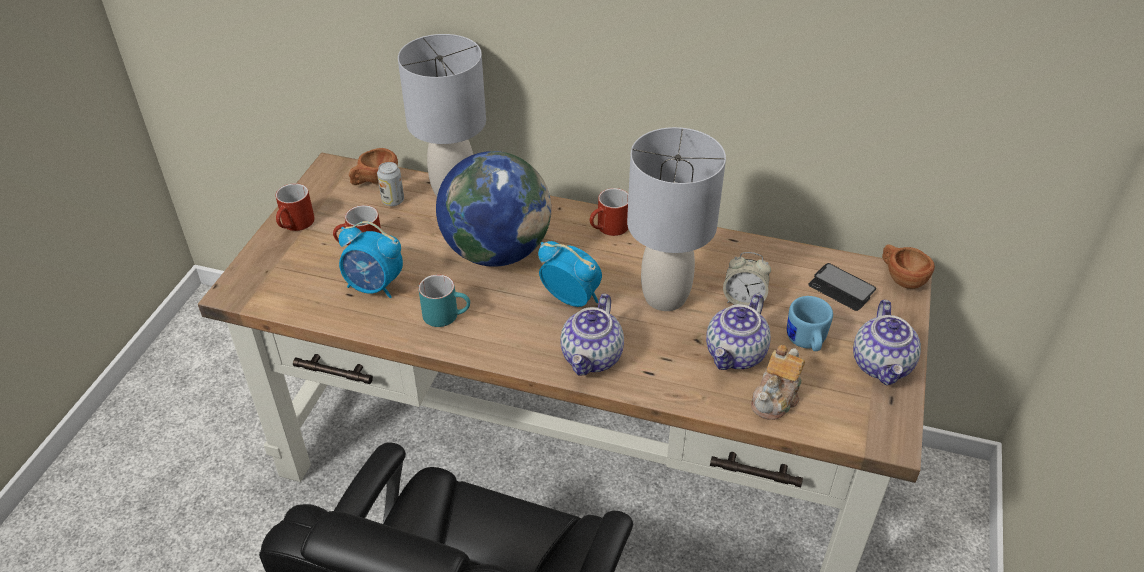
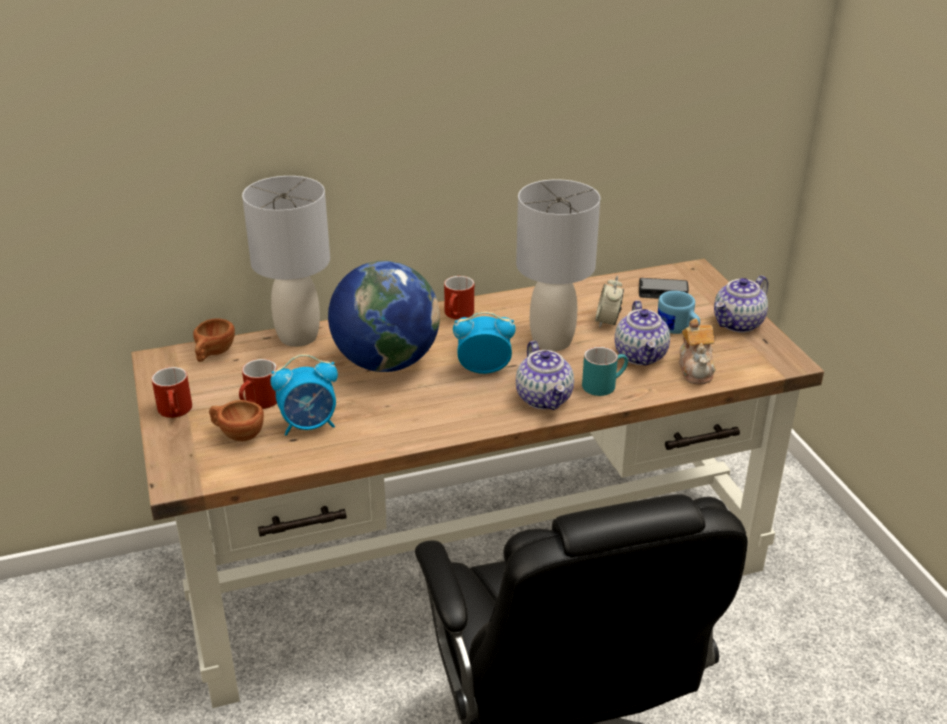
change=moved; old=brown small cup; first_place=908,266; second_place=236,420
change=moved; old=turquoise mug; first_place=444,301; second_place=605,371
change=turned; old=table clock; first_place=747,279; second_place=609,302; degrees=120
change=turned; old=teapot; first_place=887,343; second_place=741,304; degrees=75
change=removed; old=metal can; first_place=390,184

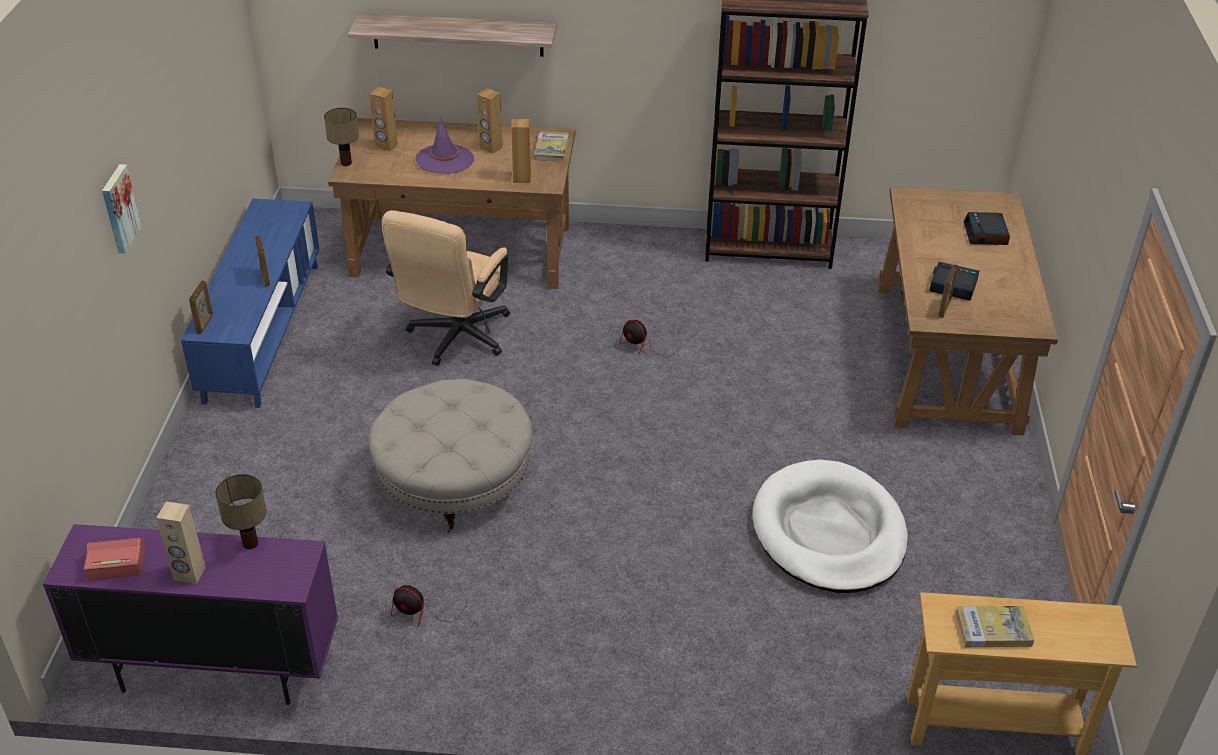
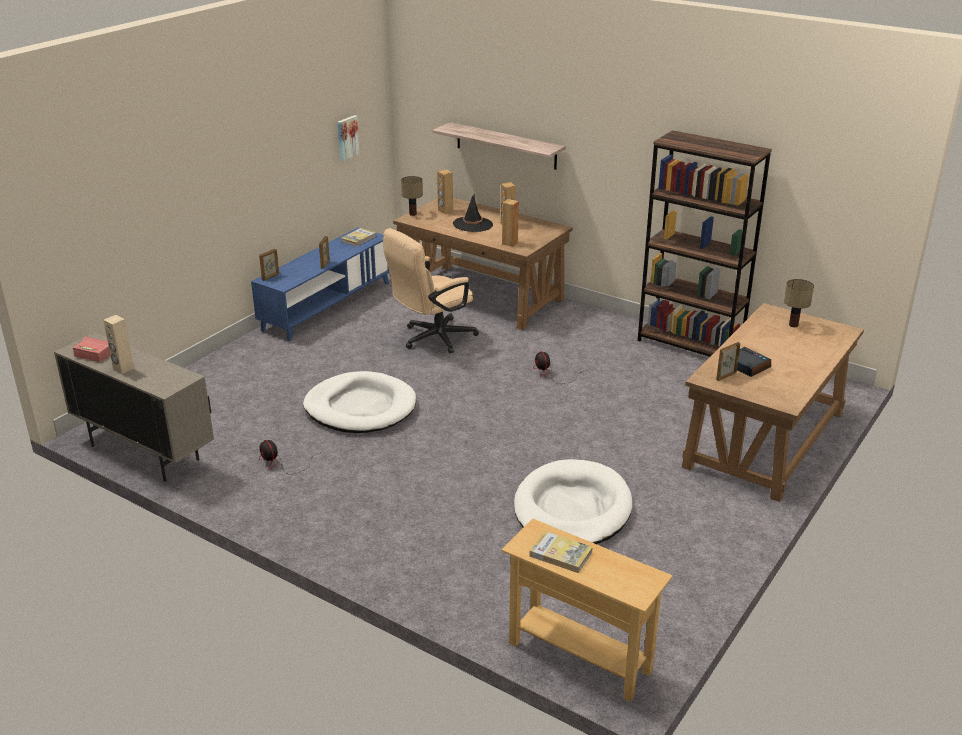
change=recoloured; old=purple storage cabinet; new=beige storage cabinet; first_place=190,614; second_place=134,407
change=replaced; old=beige ottoman; new=white-coloured dog cushion; first_place=450,455; second_place=359,402
change=moved; old=picture; first_place=122,209; second_place=348,138
change=moved; old=volume; first_place=551,146; second_place=358,237
change=recoloured; old=purple hat; new=black hat; first_place=445,145; second_place=473,213
change=moved; old=table lamp; first_place=241,511; second_place=799,303
change=removed; old=table clock; first_place=987,228

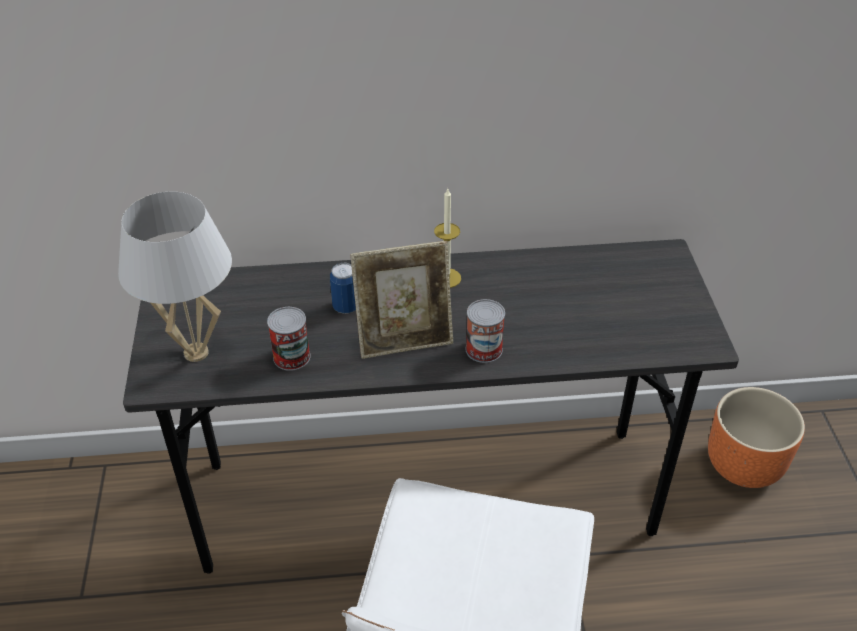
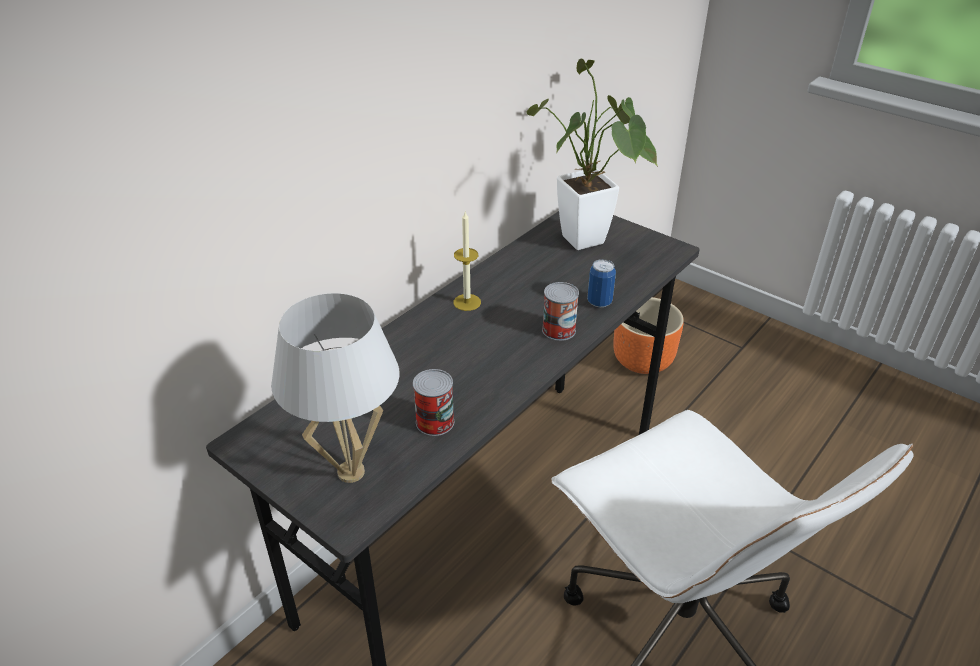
change=added; new=potted plant; second_place=592,154
change=moved; old=metal can; first_place=343,288; second_place=601,283
change=removed; old=photo frame; first_place=401,300

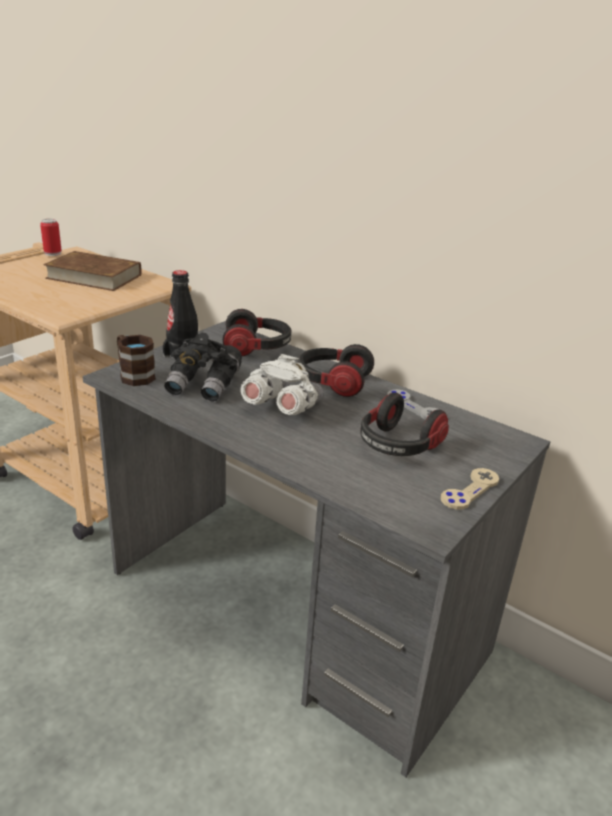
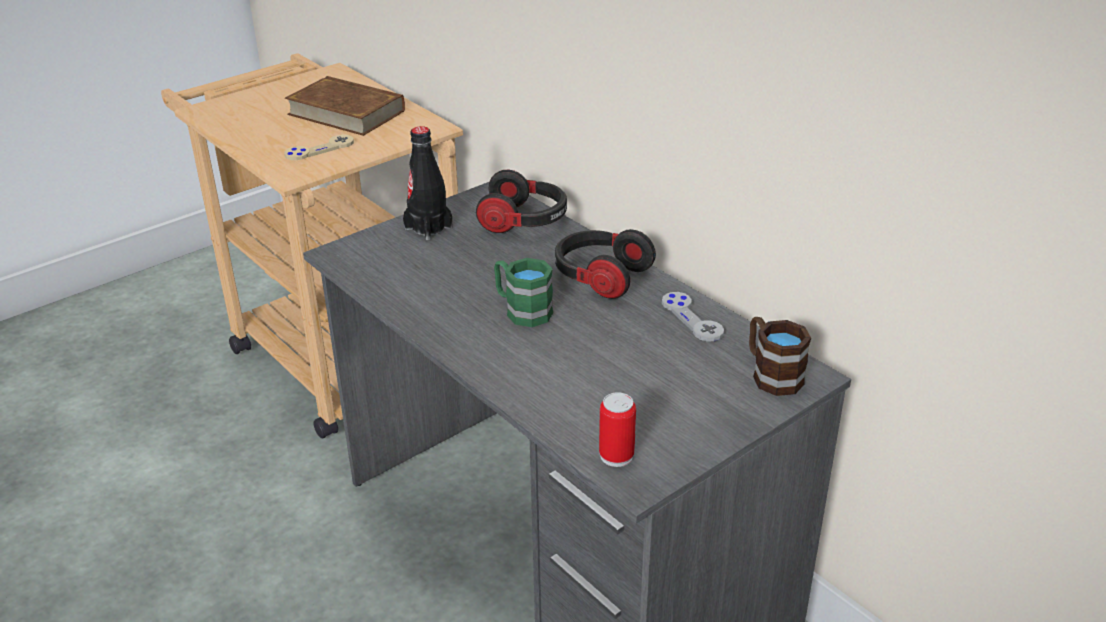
change=moved; old=beige gamepad; first_place=470,489; second_place=319,147
change=replaced; old=white-coloured binoculars; new=green-coloured mug; first_place=282,384; second_place=523,292
change=moved; old=metal can; first_place=51,237; second_place=617,429
change=moved; old=brown mug; first_place=136,360; second_place=780,356
change=removed; old=black binoculars; first_place=203,367
change=removed; old=headset; first_place=404,424

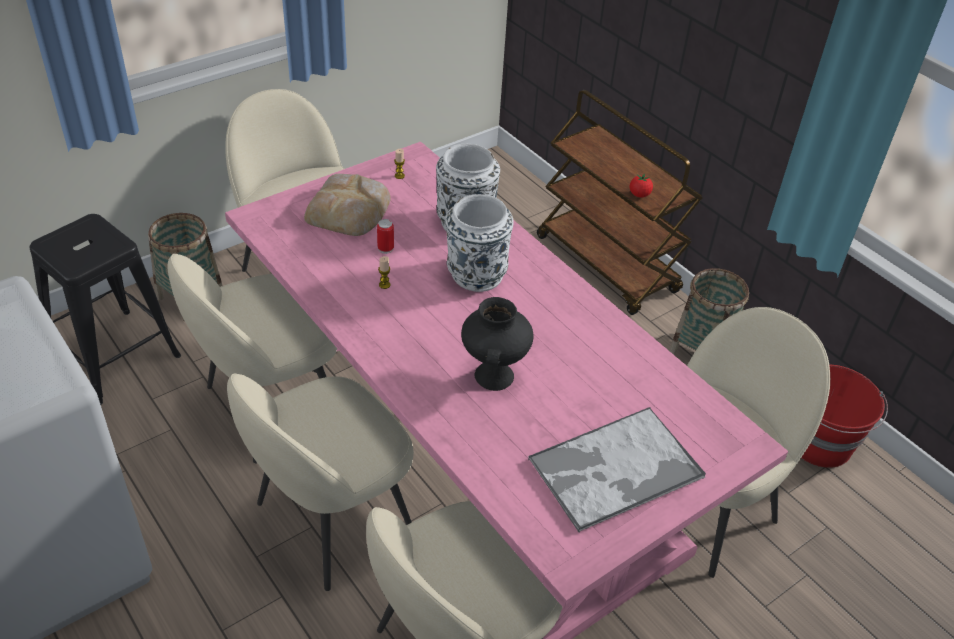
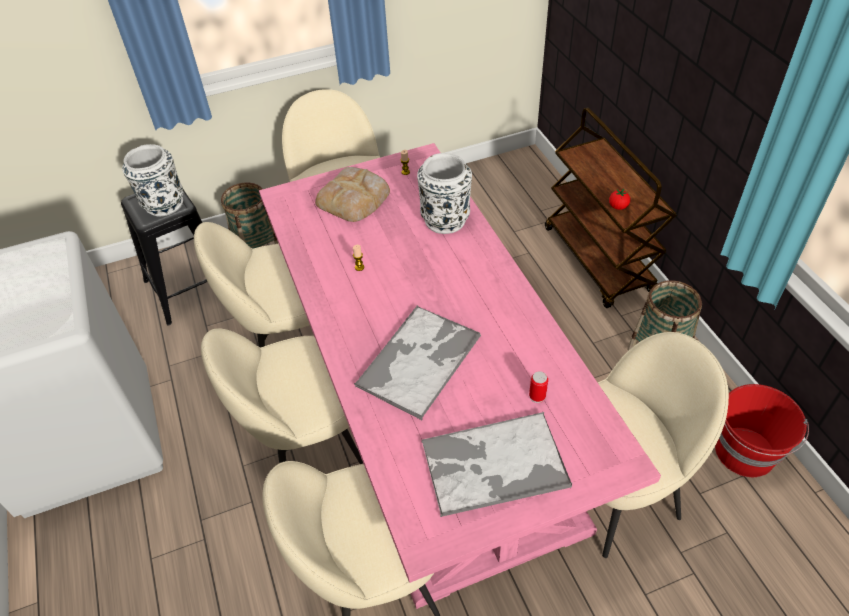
change=moved; old=white-coloured decorative vase; first_place=480,243; second_place=152,180
change=replaced; old=black decorative vase; new=carrying tray; first_place=497,344; second_place=417,362
change=moved; old=metal can; first_place=385,236; second_place=538,387

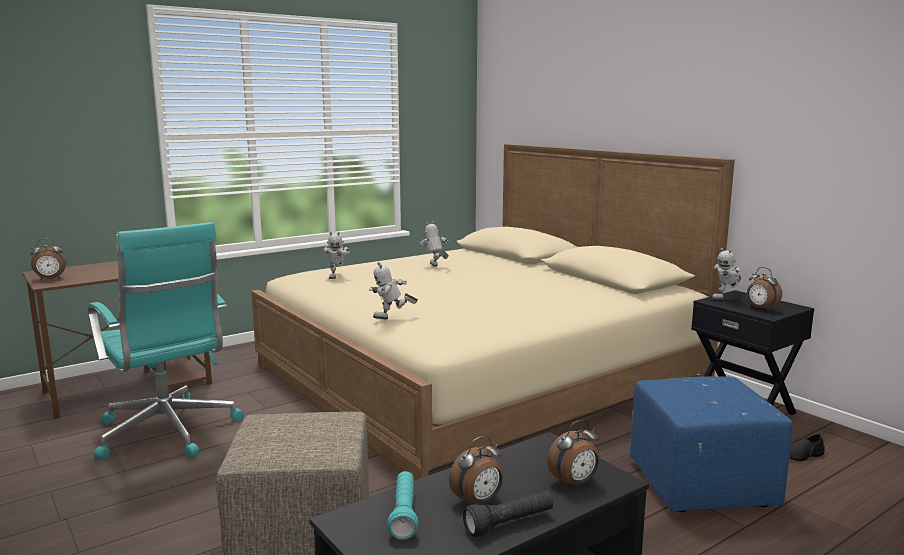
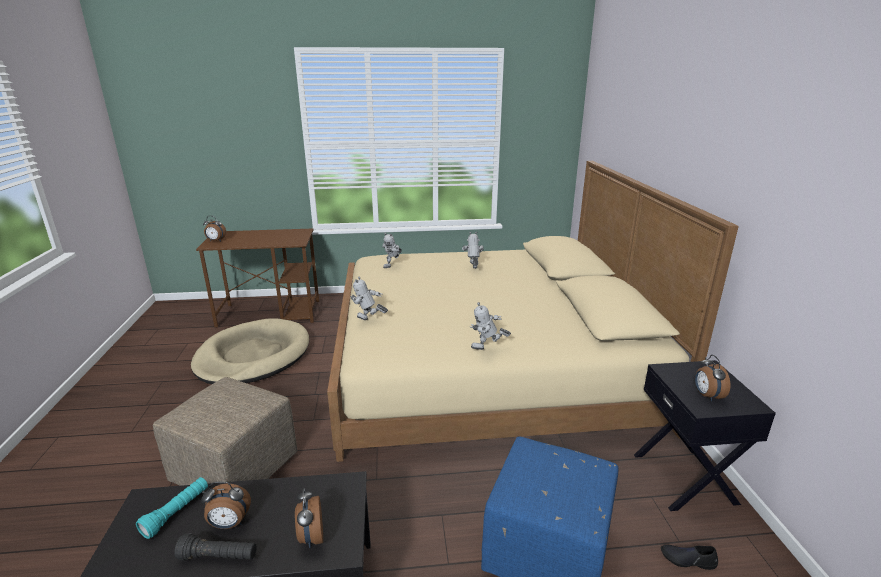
change=replaced; old=turquoise computer chair; new=beige dog cushion; first_place=166,341; second_place=250,351
change=turned; old=table clock; first_place=573,453; second_place=309,518; degrees=75
change=moved; old=toy robot; first_place=726,274; second_place=490,326

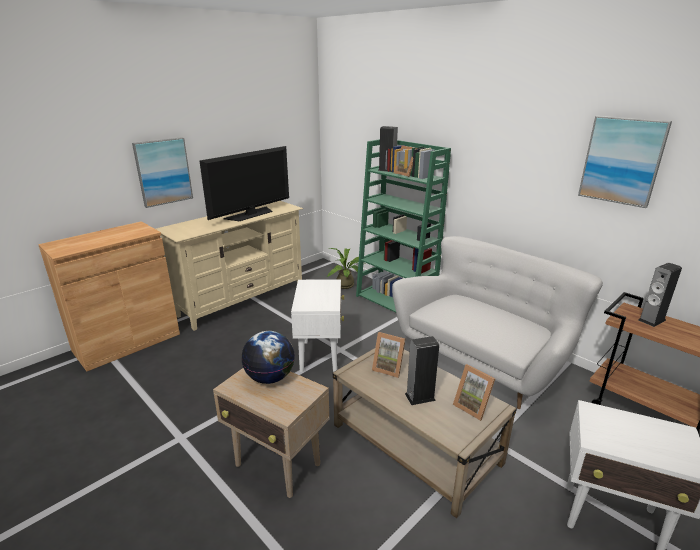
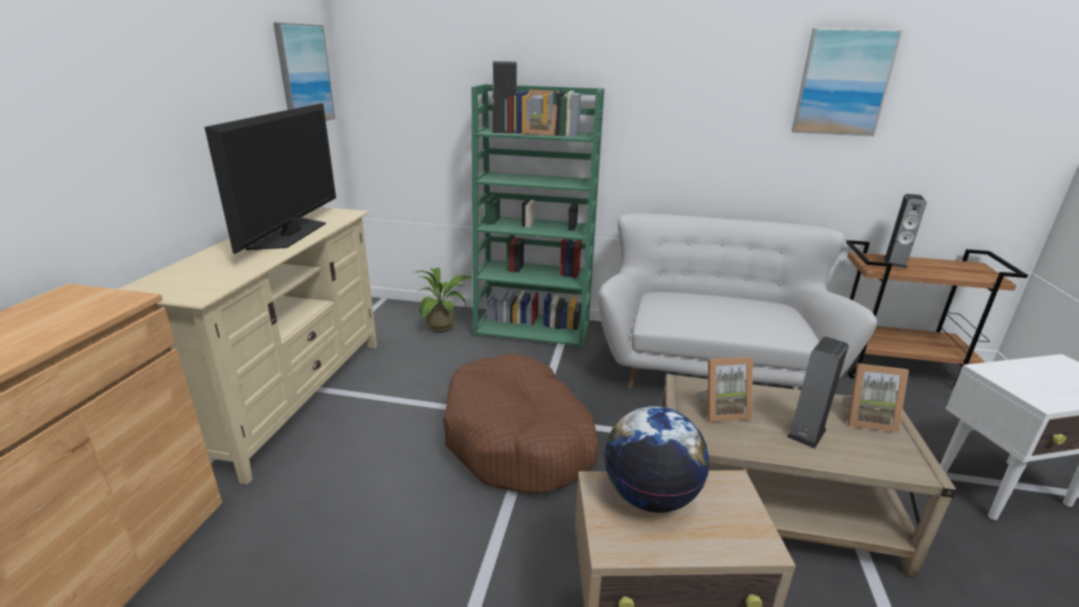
change=moved; old=picture; first_place=162,172; second_place=304,72
change=replaced; old=white-coloured end table; new=brown dog cushion; first_place=317,326; second_place=521,424

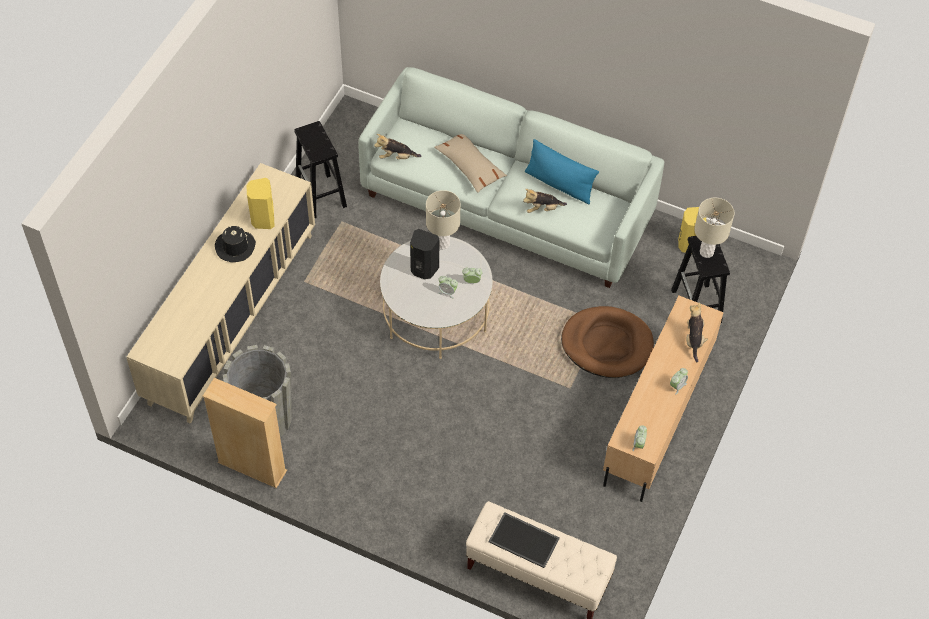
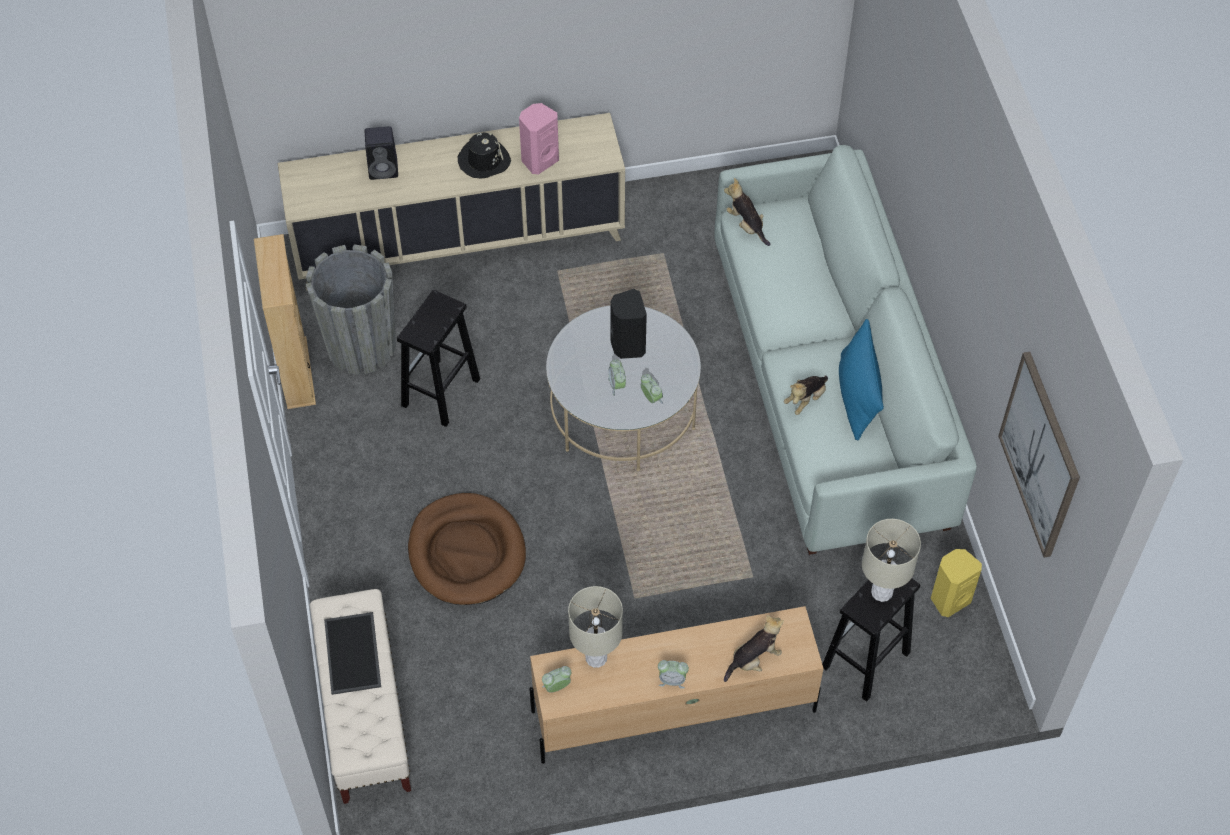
change=added; new=black speaker; second_place=381,153
change=moved; old=black stool; first_place=320,169; second_place=438,358
change=moved; old=brown dog cushion; first_place=607,342; second_place=467,549
change=recoloured; old=yellow speaker; new=pink-coloured speaker; first_place=260,203; second_place=539,138
change=moved; old=beige table lamp; first_place=443,220; second_place=595,627
change=turned; old=soft toy; first_place=545,201; second_place=806,395; degrees=-90
change=added; new=picture; second_place=1039,455
change=removed; old=beige pillow; first_place=470,163

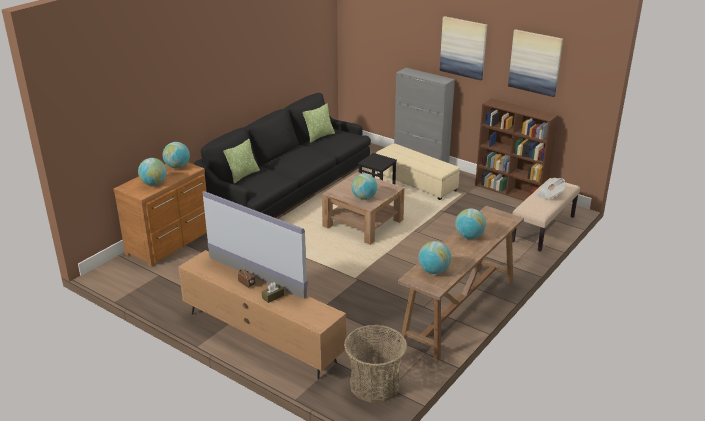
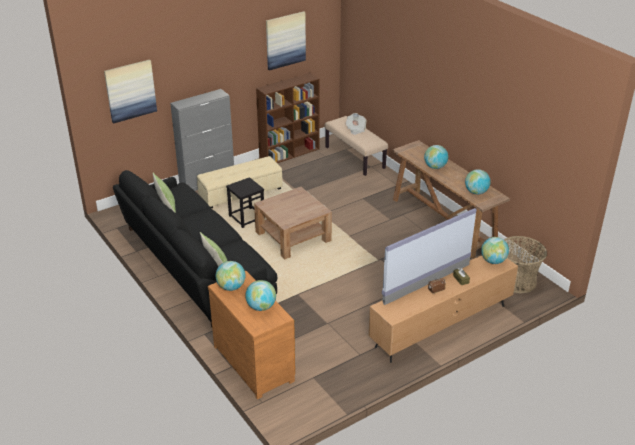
change=moved; old=picture; first_place=463,48; second_place=130,92
change=moved; old=desk globe; first_place=364,187; second_place=495,250

